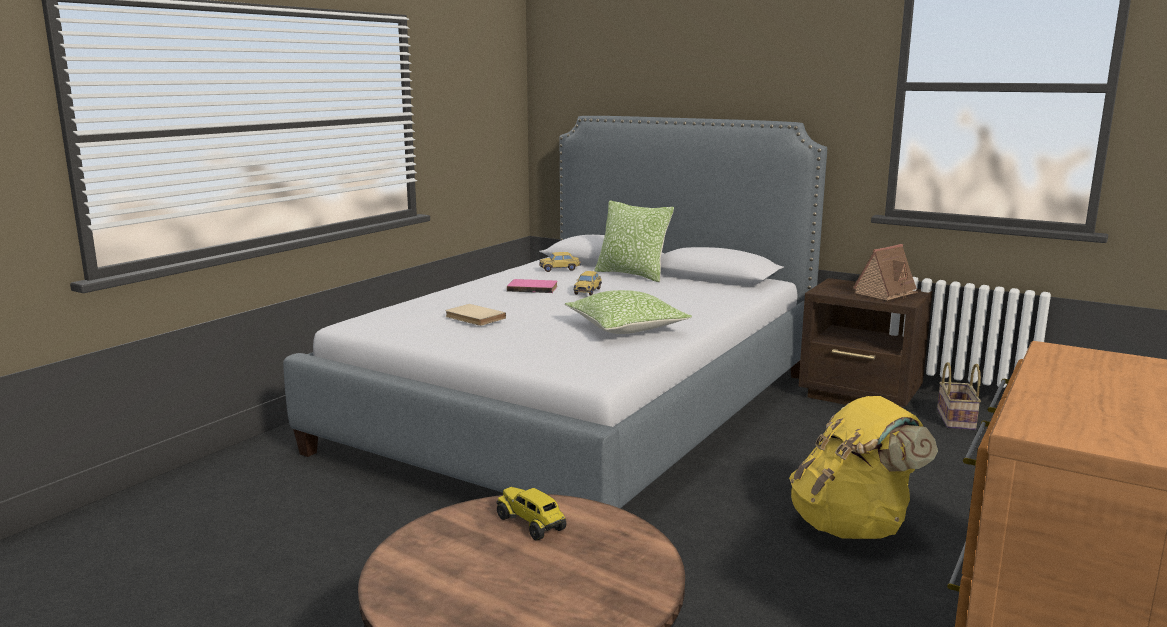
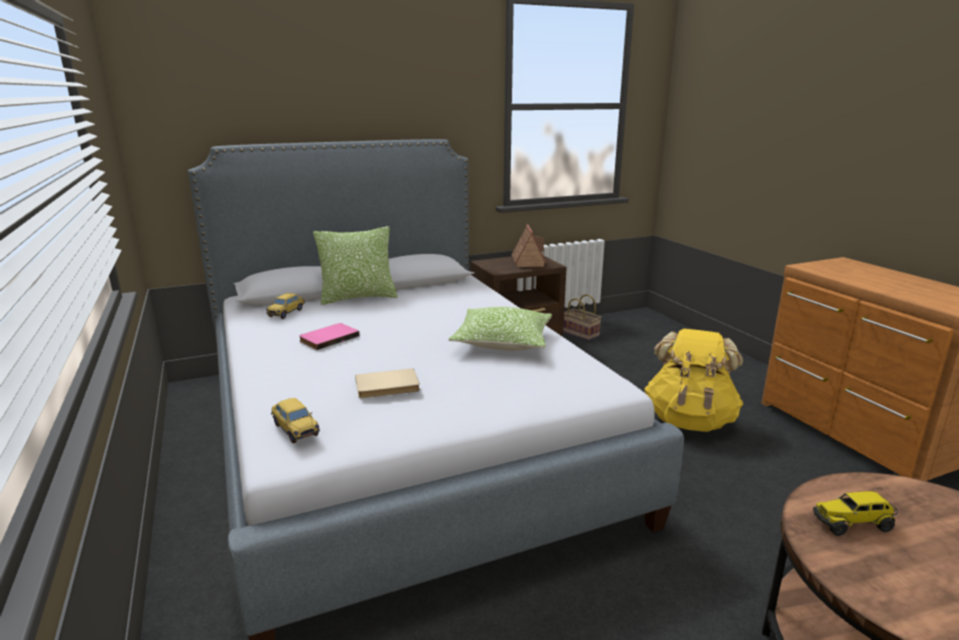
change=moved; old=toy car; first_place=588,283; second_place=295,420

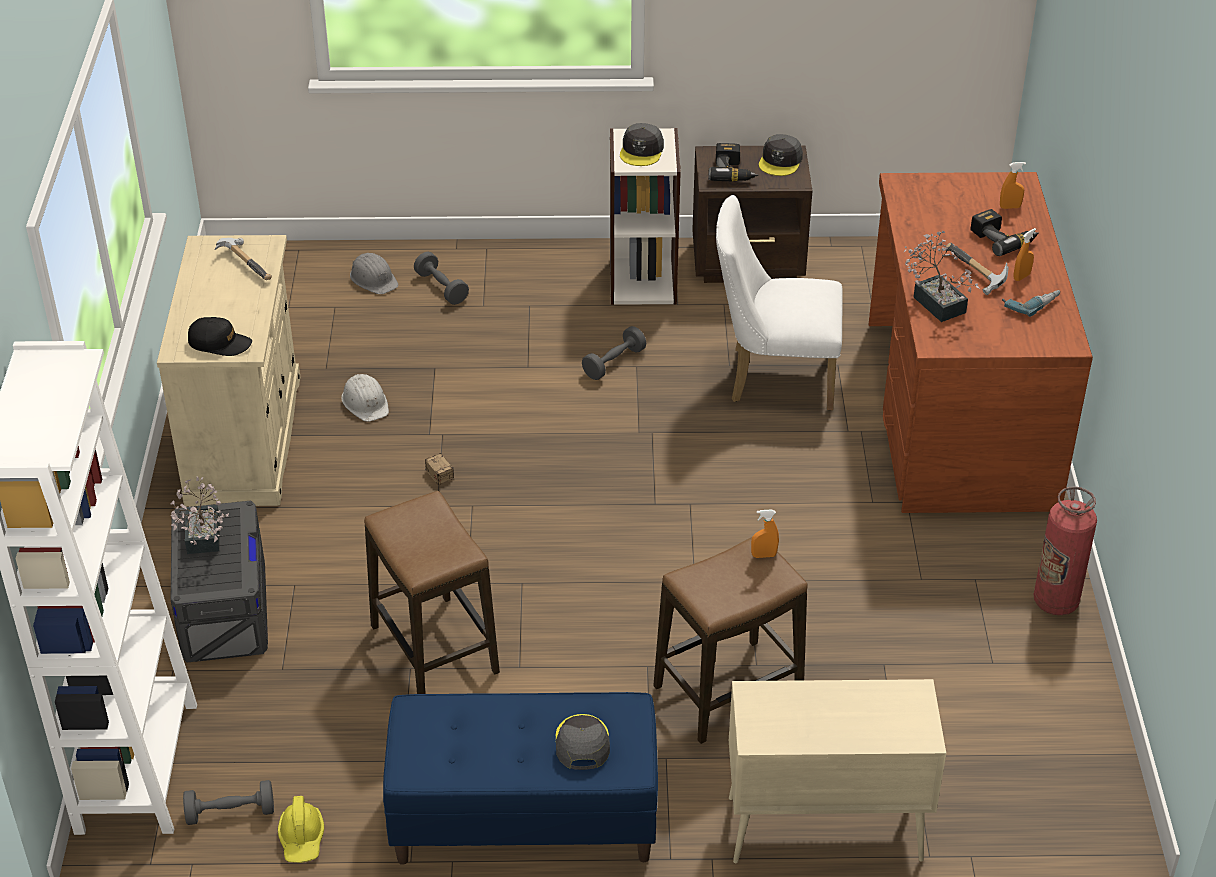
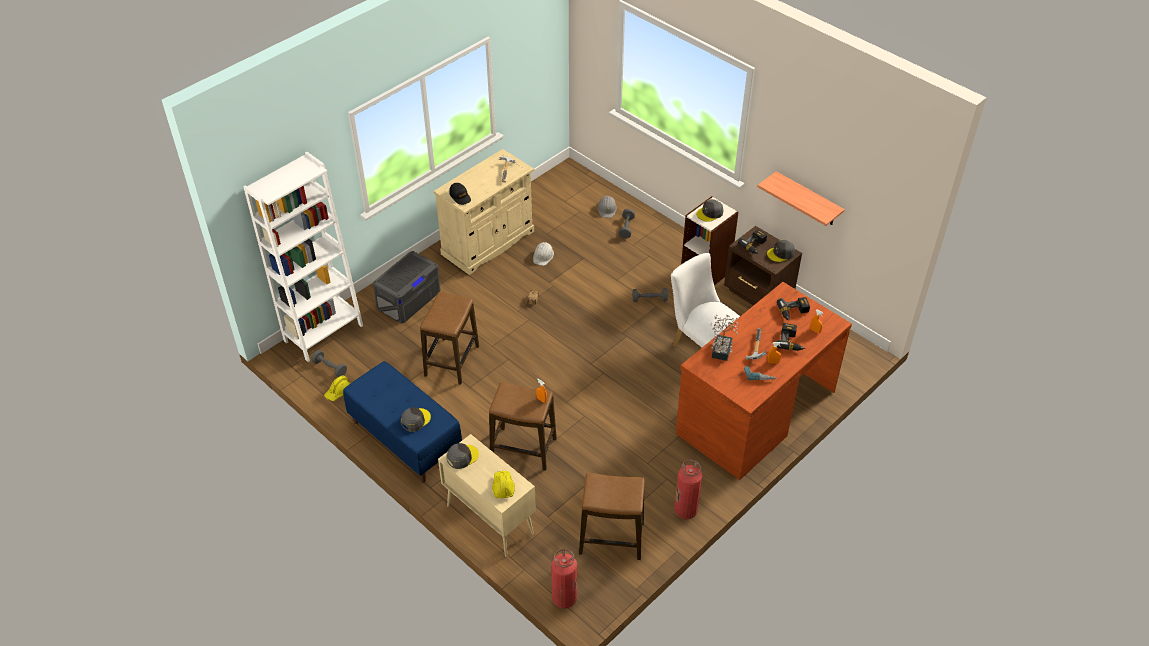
change=added; new=grey peaked cap; second_place=463,456
change=added; new=yellow work helmet; second_place=503,484
change=added; new=fire extinguisher; second_place=564,578
change=added; new=stool; second_place=612,516
change=added; new=wall shelf; second_place=801,198
change=added; new=power drill; second_place=793,309
change=removed; old=potted plant; first_place=199,515

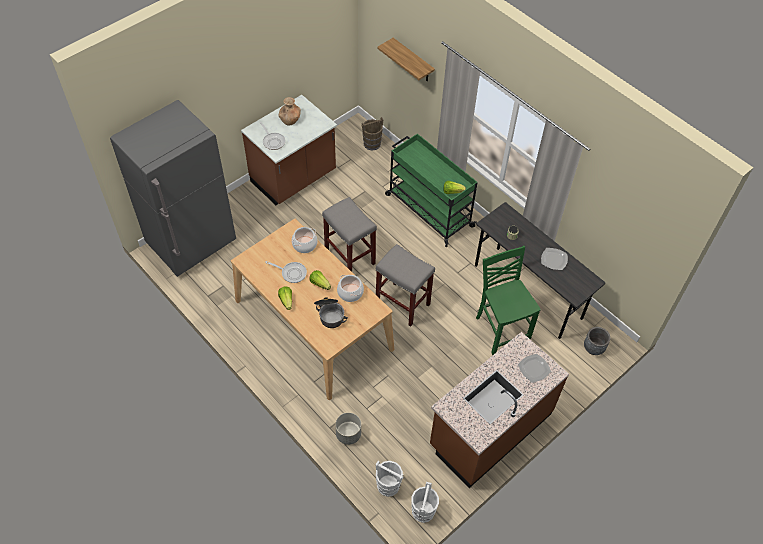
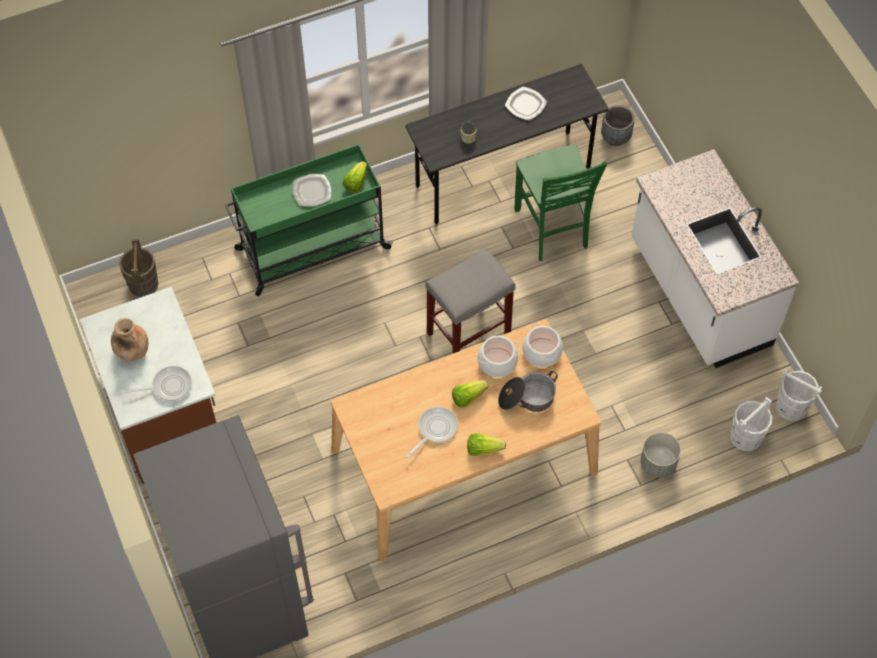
change=moved; old=plate; first_place=534,368; second_place=312,190
change=turned; old=green-coloured plain chair; first_place=508,300; second_place=560,203; degrees=-105
change=moved; old=saucepot; first_place=304,240; second_place=542,345
change=recoloured; old=brown kitchen base unit; new=white-coloured kitchen base unit; first_place=499,410; second_place=715,258
change=removed; old=grey stool; first_place=349,234
change=removed; old=wall shelf; first_place=406,59

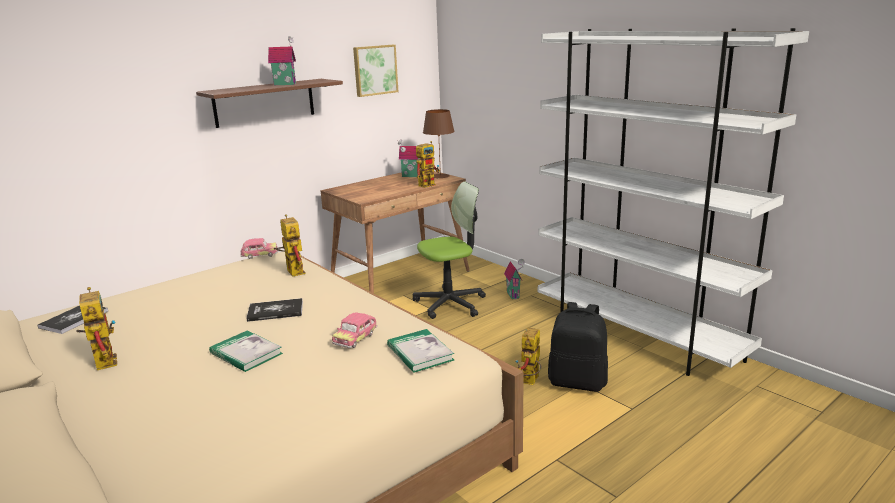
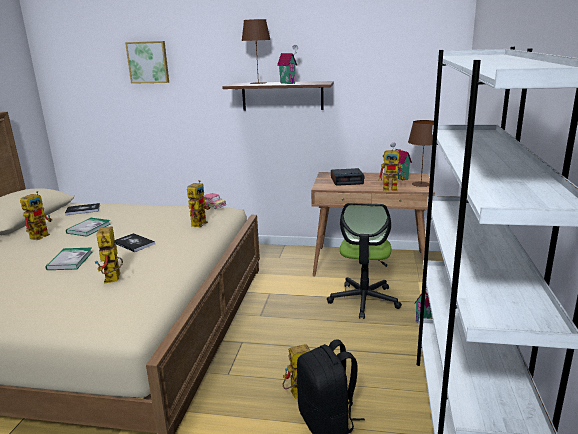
change=moved; old=volume; first_place=420,351; second_place=88,227
change=replaced; old=toy car; new=toy robot; first_place=354,330; second_place=109,254
change=moved; old=picture; first_place=375,71; second_place=147,62
change=added; new=brown table lamp; second_place=256,51
change=turned; old=computer chair; first_place=449,250; second_place=364,261; degrees=75
change=added; new=table clock; second_place=347,177

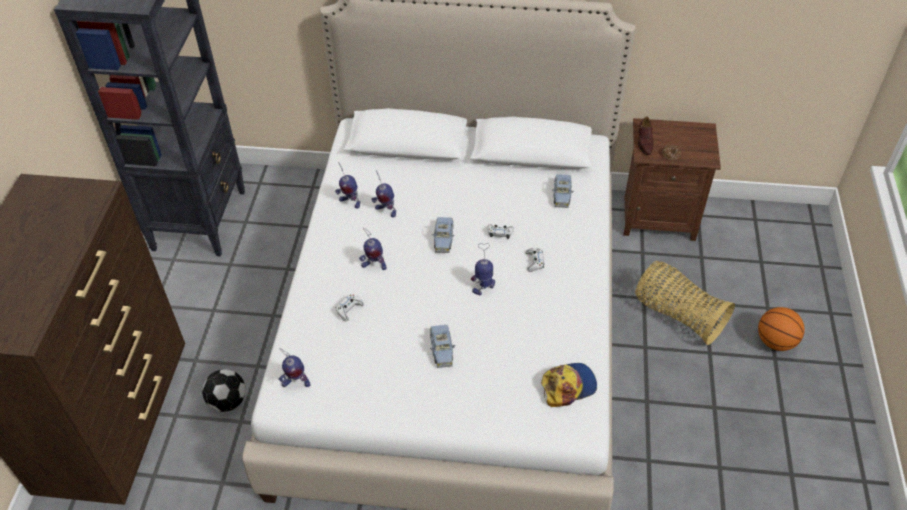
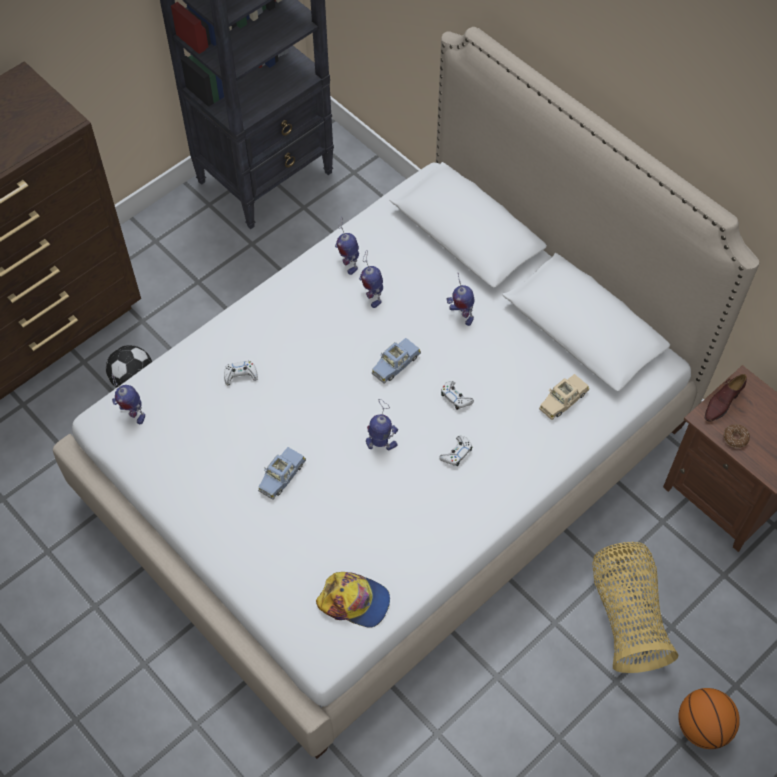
change=moved; old=toy robot; first_place=373,249; second_place=461,299
change=recoloured; old=blue toy car; new=beige toy car; first_place=563,191; second_place=564,397

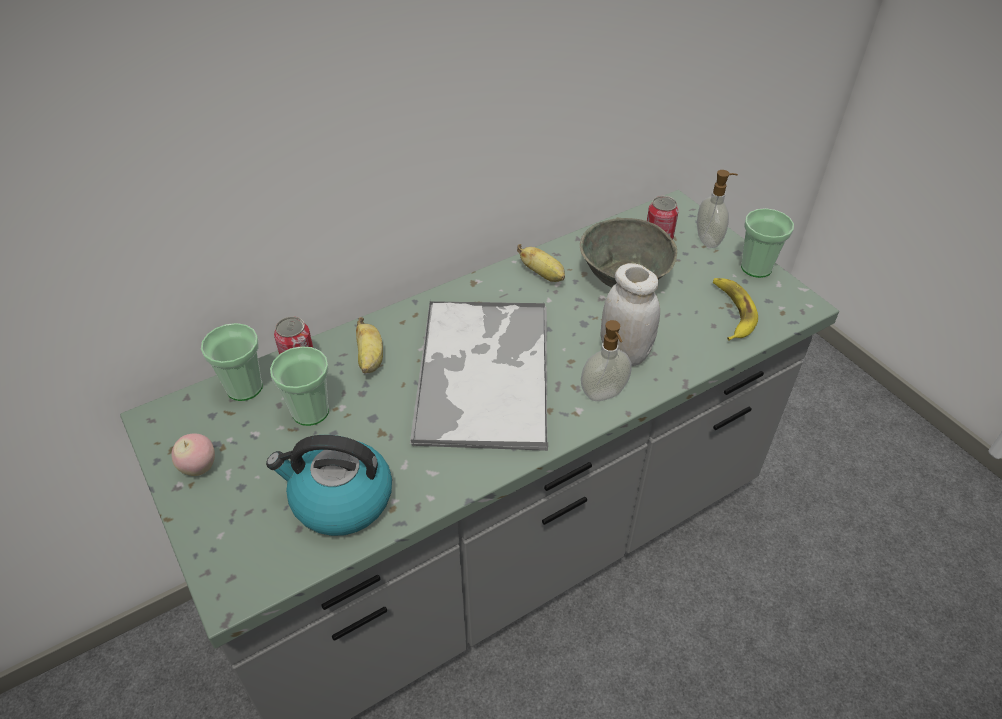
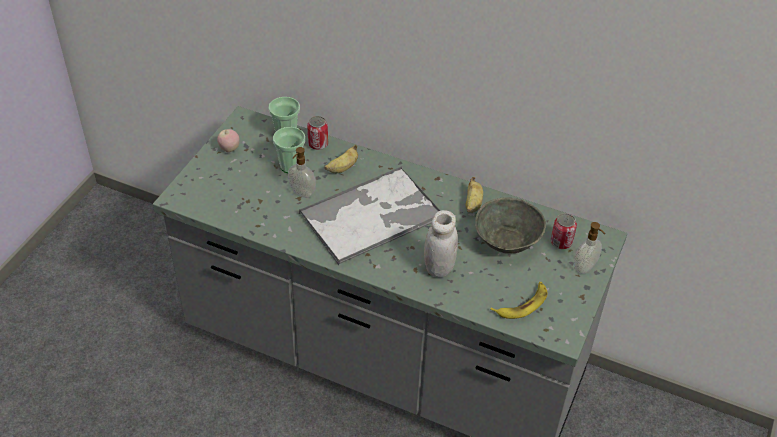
change=moved; old=soap bottle; first_place=606,360; second_place=302,172
change=removed; old=kettle; first_place=329,485
change=removed; old=small cup; first_place=767,243

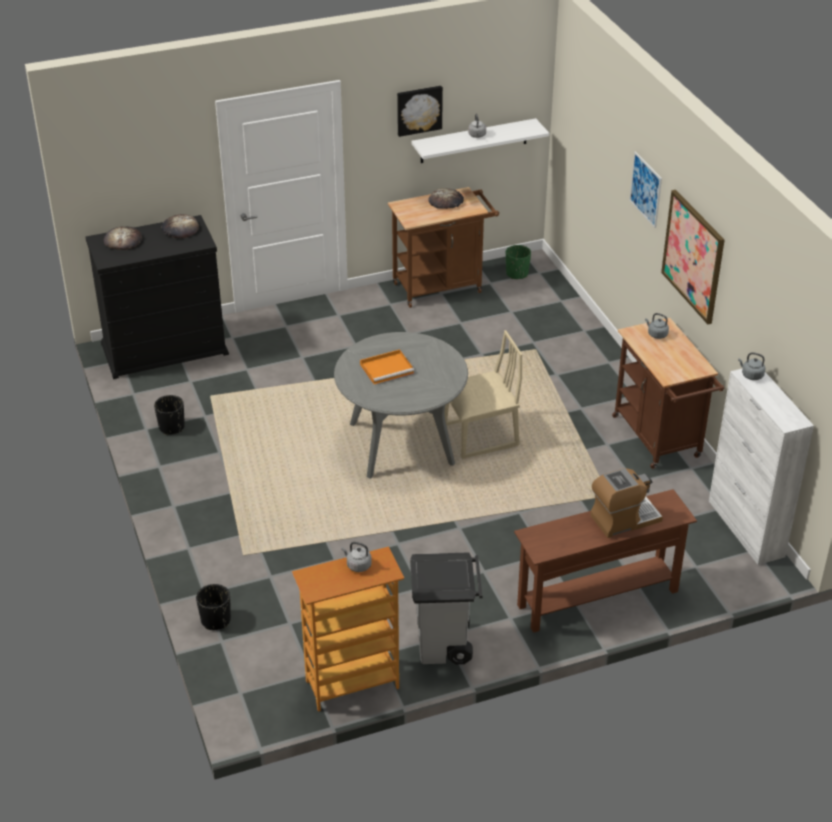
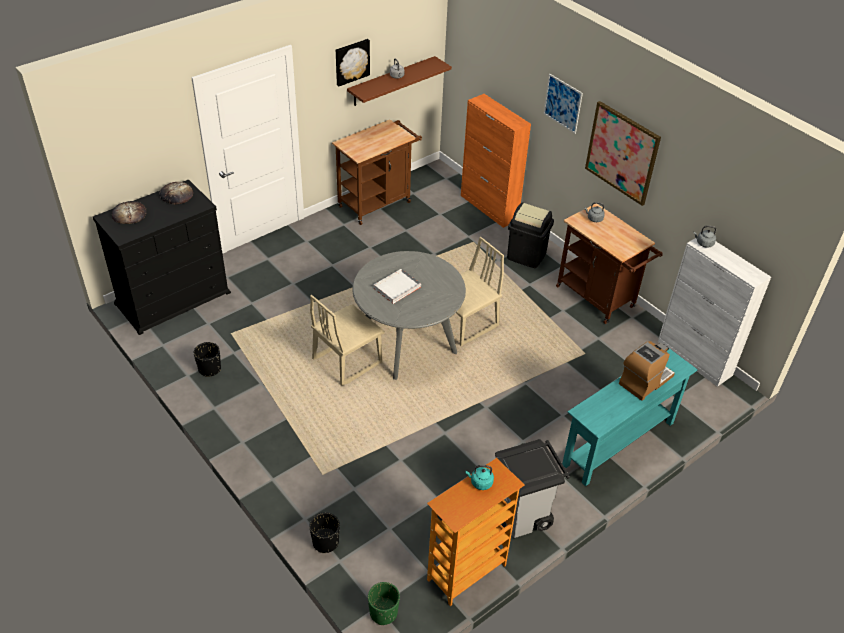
change=added; new=beige plain chair; second_place=347,340
change=recoloured; old=white-coloured wall shelf; new=brown wall shelf; first_place=480,140; second_place=399,81
change=moved; old=green-coloured planter; first_place=518,262; second_place=384,603
change=recoloured; old=orange carrying tray; new=white-coloured carrying tray; first_place=387,366; second_place=397,286
change=added; new=orange storage cabinet; second_place=496,161
change=recoloured; old=grey kettle; new=turquoise kettle; first_place=356,557; second_place=479,477
change=added; new=black rubbish bin; second_place=530,235
change=recoloured; old=brown console table; new=turquoise console table; first_place=605,561; second_place=630,417
change=removed; old=bakery bread; first_place=446,198

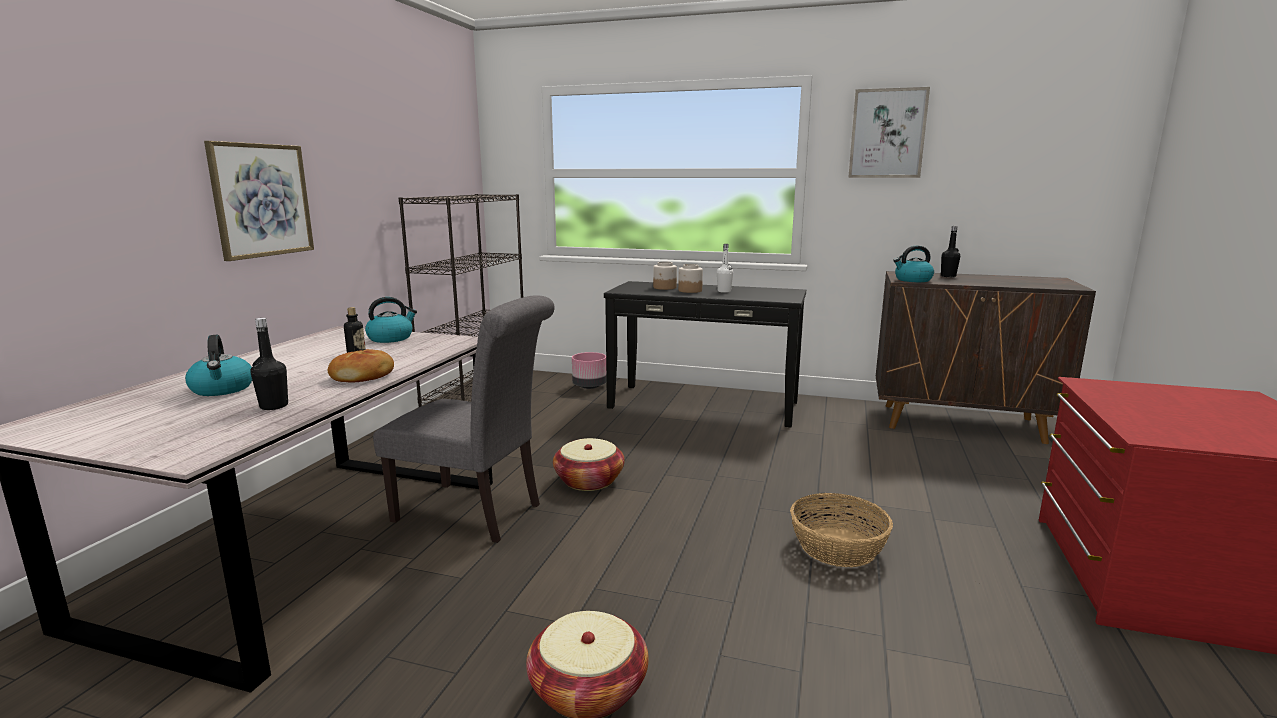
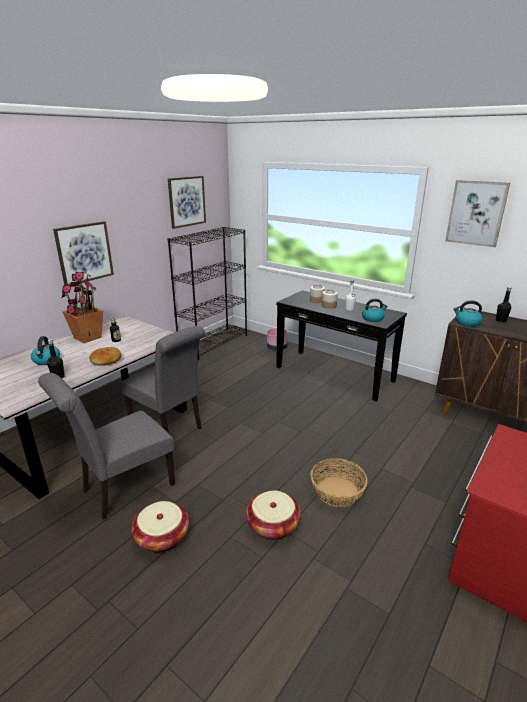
change=added; new=grey plain chair; second_place=106,446
change=added; new=potted plant; second_place=82,307
change=added; new=picture; second_place=187,202
change=moved; old=storage basket; first_place=589,464; second_place=273,515
change=moved; old=kettle; first_place=391,320; second_place=375,310

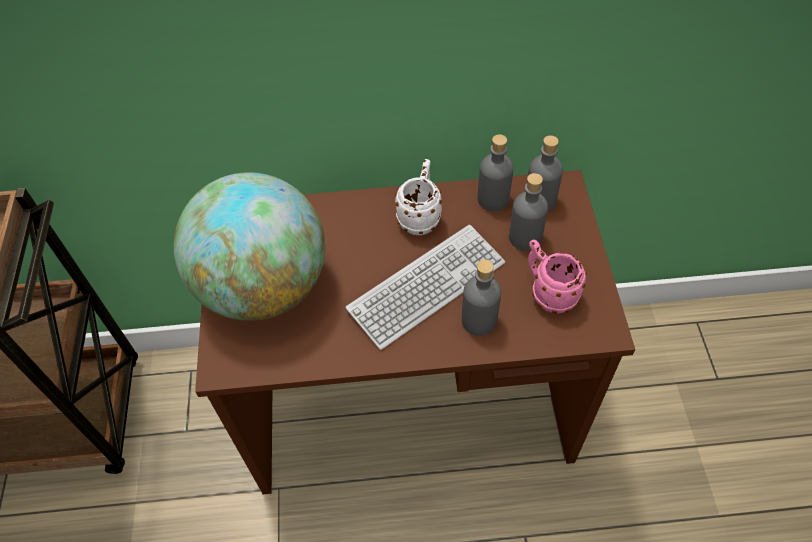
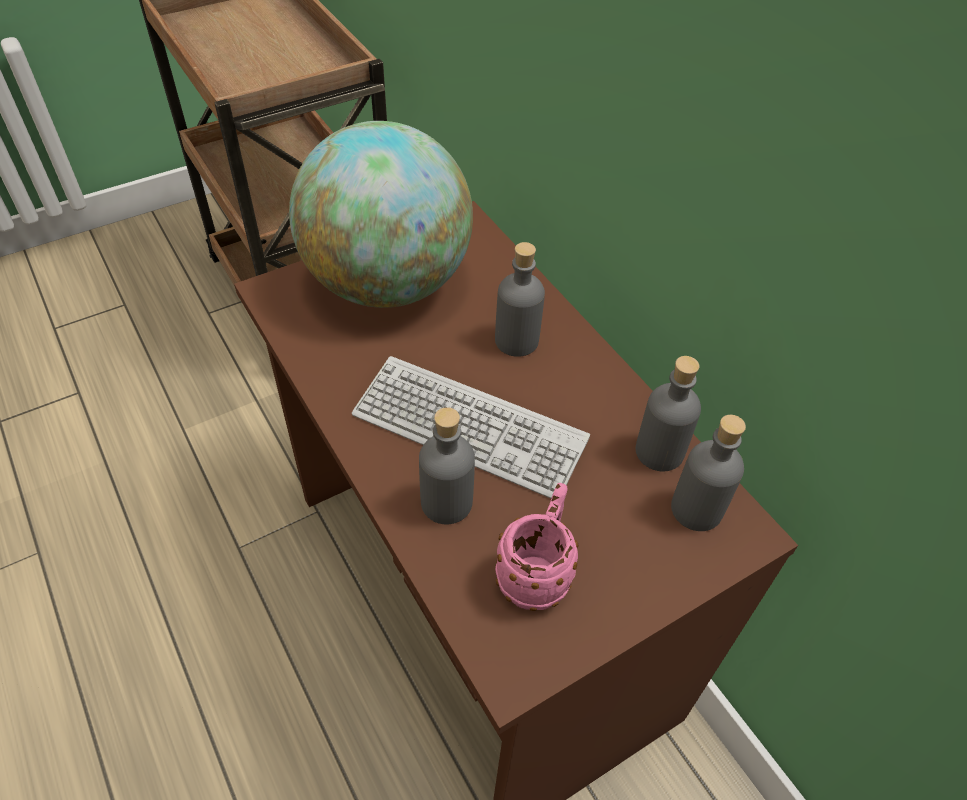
change=moved; old=grey bottle; first_place=528,212; second_place=520,299
change=removed; old=white-coloured mug; first_place=418,197

